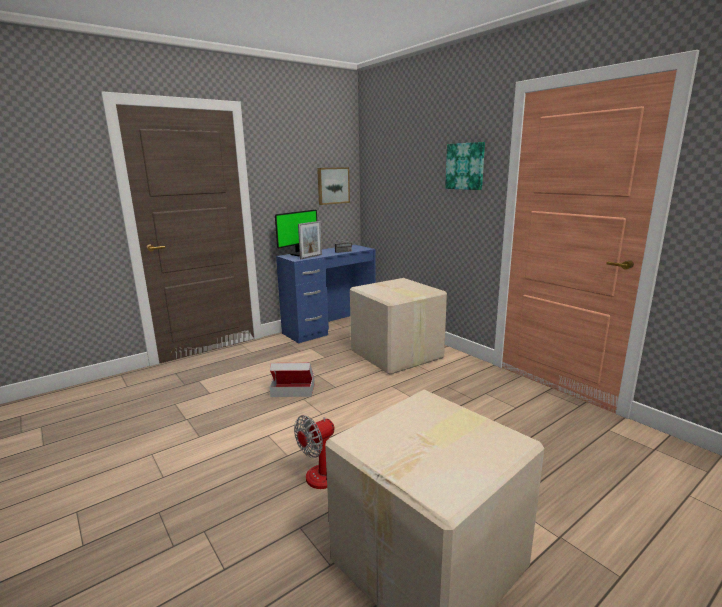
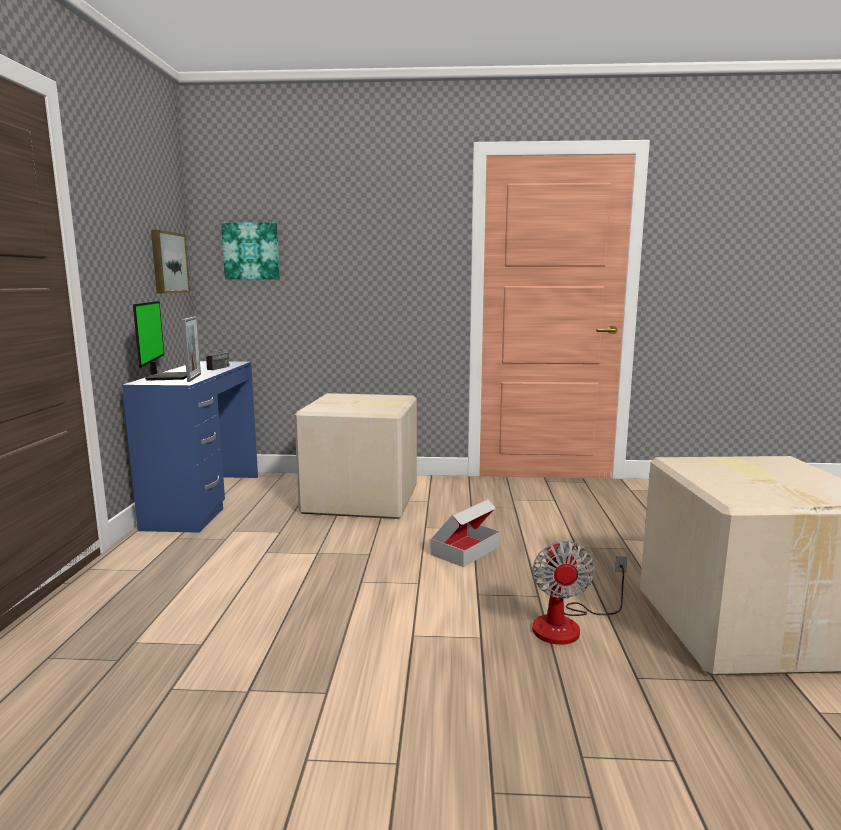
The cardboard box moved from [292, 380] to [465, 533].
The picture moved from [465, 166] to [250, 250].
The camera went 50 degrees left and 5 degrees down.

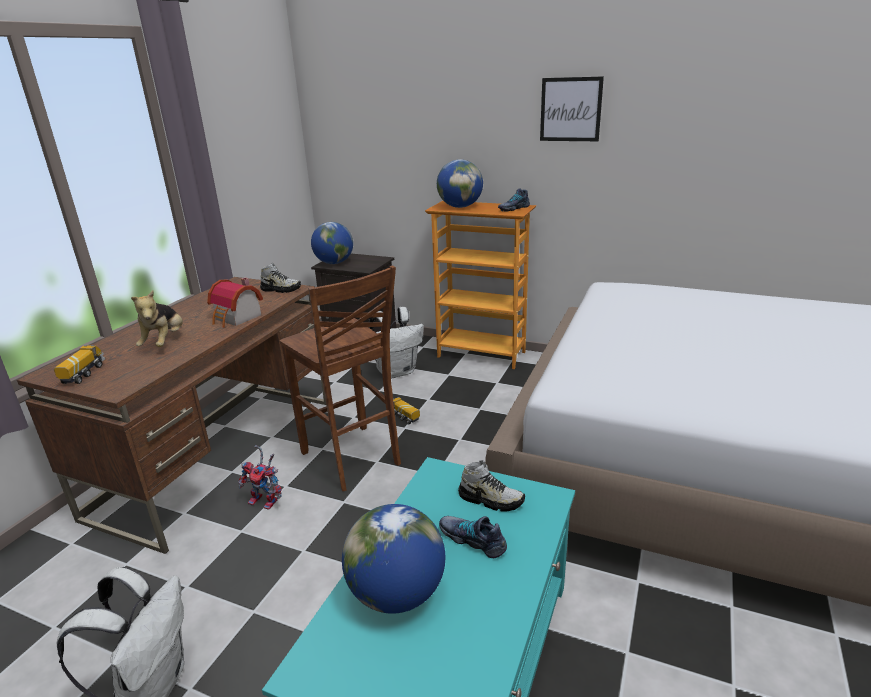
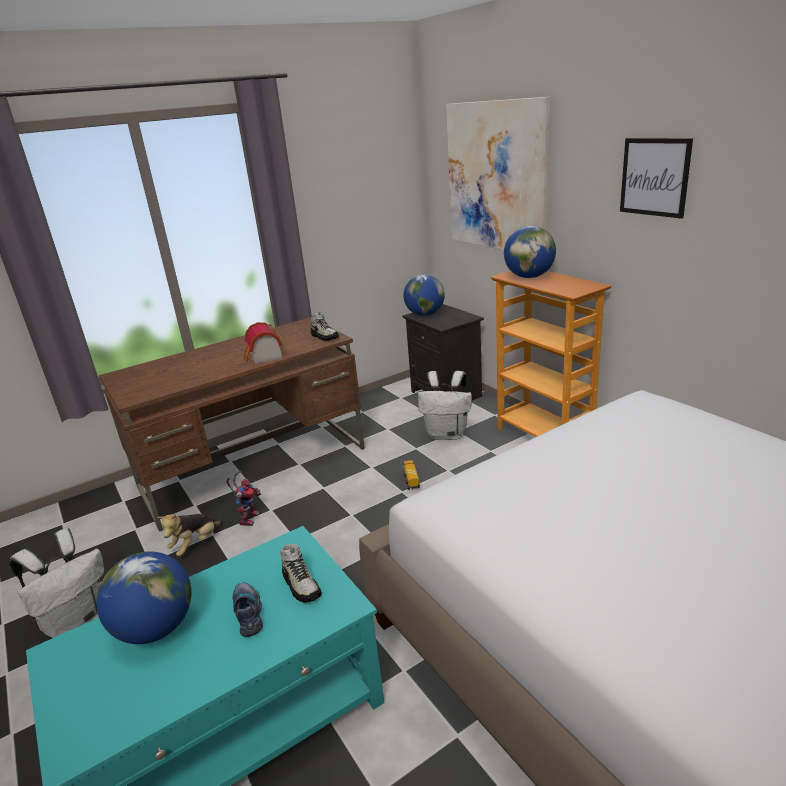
The toy truck at [79, 364] disappeared.
The plush toy moved from [157, 318] to [190, 535].
The toy robot at [260, 477] turned 135 degrees counterclockwise.
The stool/brown at [340, 378] disappeared.
The shoe at [514, 200] disappeared.
The picture at [498, 173] appeared.
The camera went 35 degrees right and 0 degrees up.

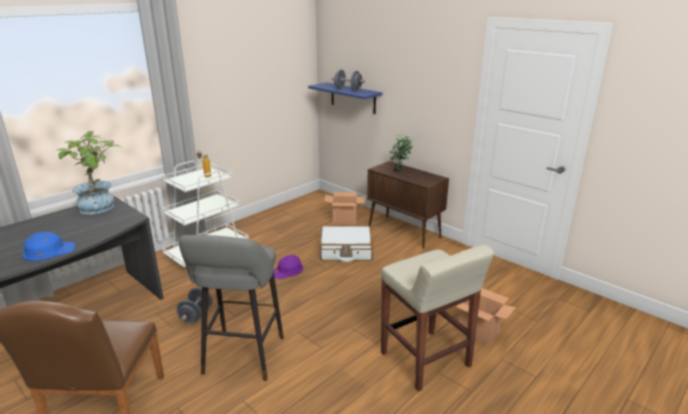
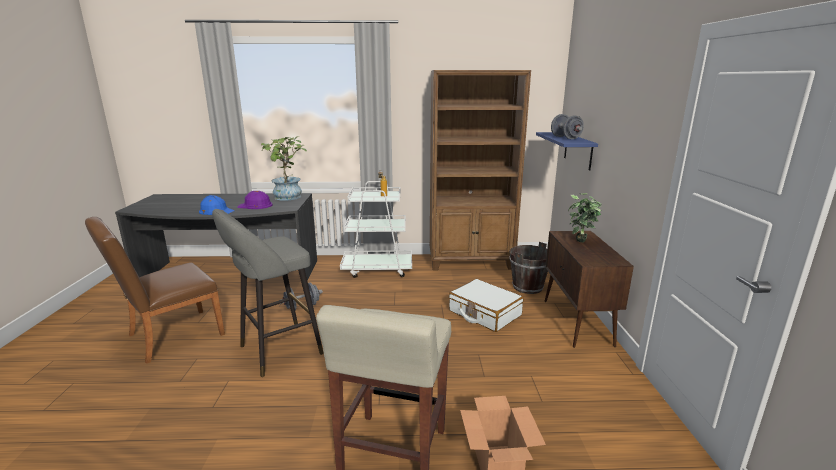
The hard hat/purple moved from [288, 267] to [255, 200].
The cardboard box at [344, 208] was replaced by the bucket/brown at [528, 268].
The bookcase/brown at [480, 170] appeared.
The camera went 45 degrees right and 5 degrees down.

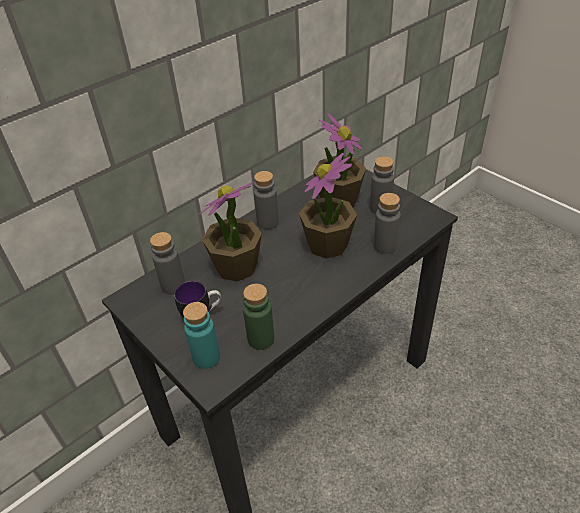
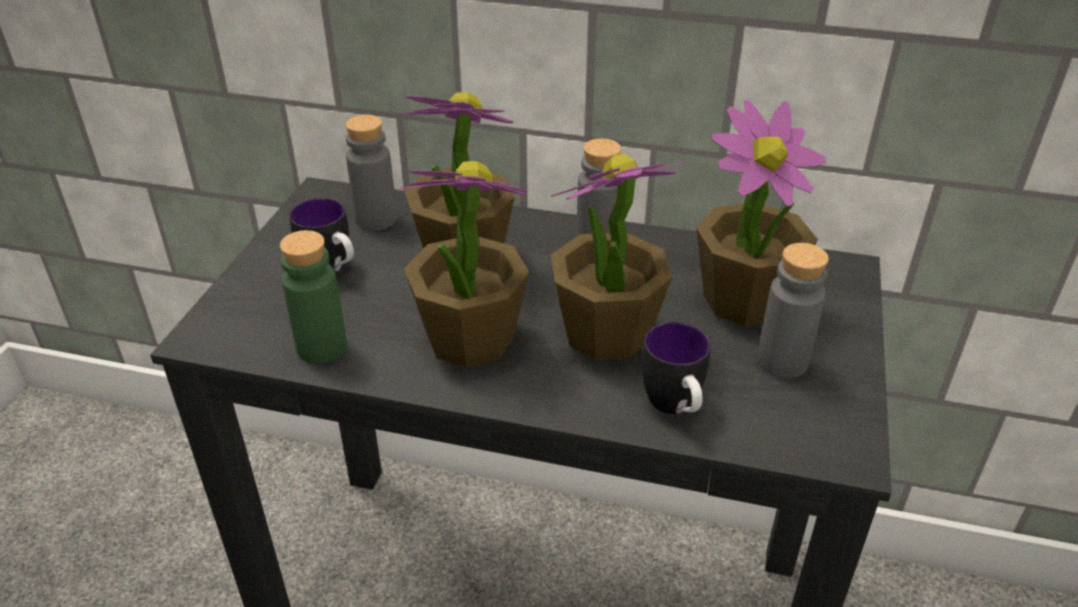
The bottle/turquoise at [201, 335] disappeared.
The bottle/grey at [387, 223] was replaced by the mug at [675, 368].
The potted plant at [464, 264] appeared.
The camera went 55 degrees right and 5 degrees down.

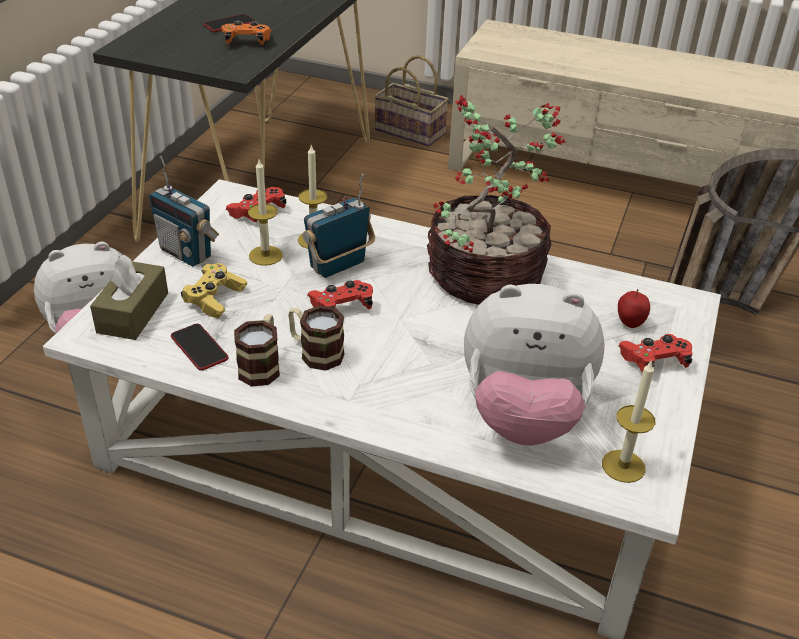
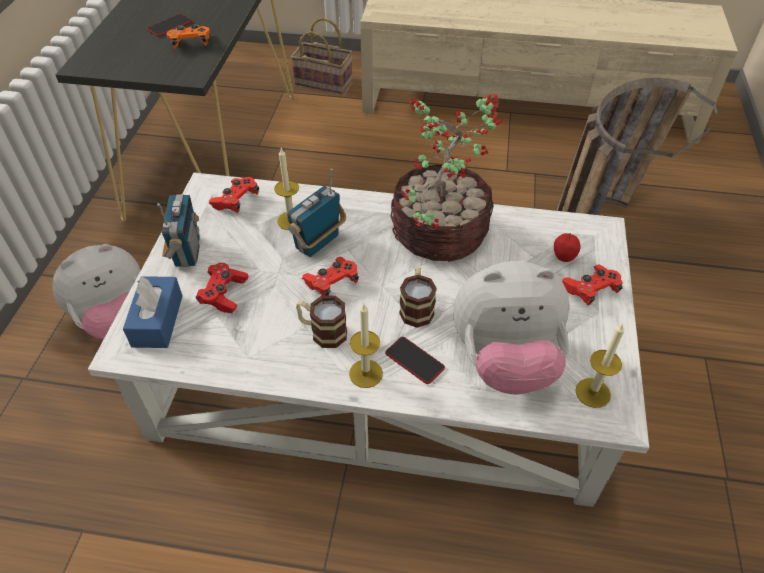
The tissue box/brown at [129, 297] became the tissue box/blue at [153, 312].
The radio at [184, 211] turned 120 degrees counterclockwise.
The phone moved from [200, 347] to [415, 360].
The game controller/yellow at [214, 290] became the game controller/red at [222, 288].
The mug moved from [257, 350] to [418, 297].
The candle moved from [265, 213] to [366, 346].
The camera went 10 degrees left and 10 degrees up.

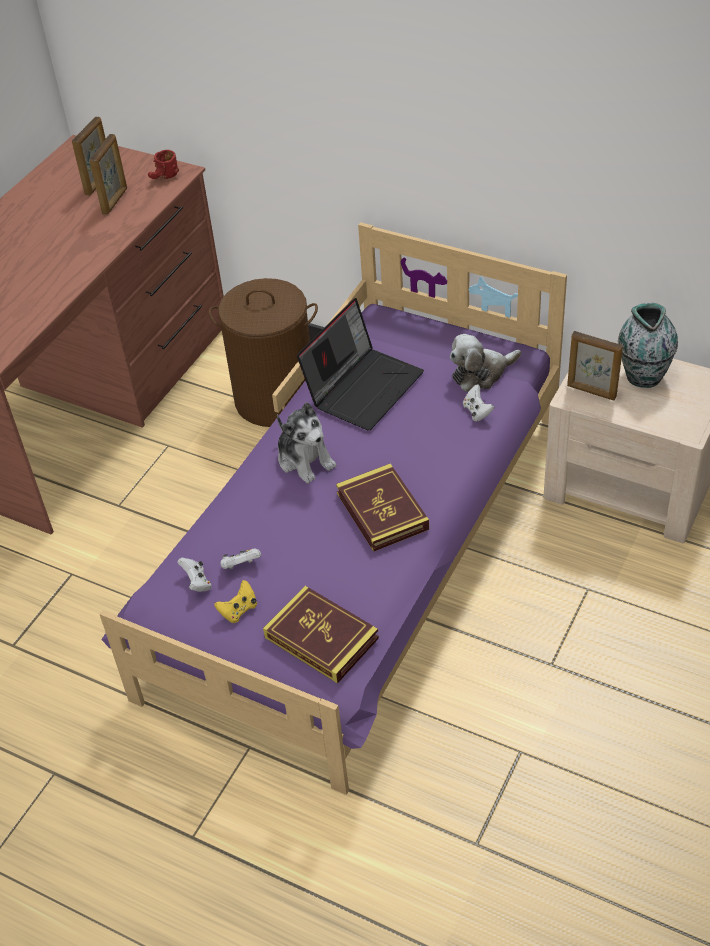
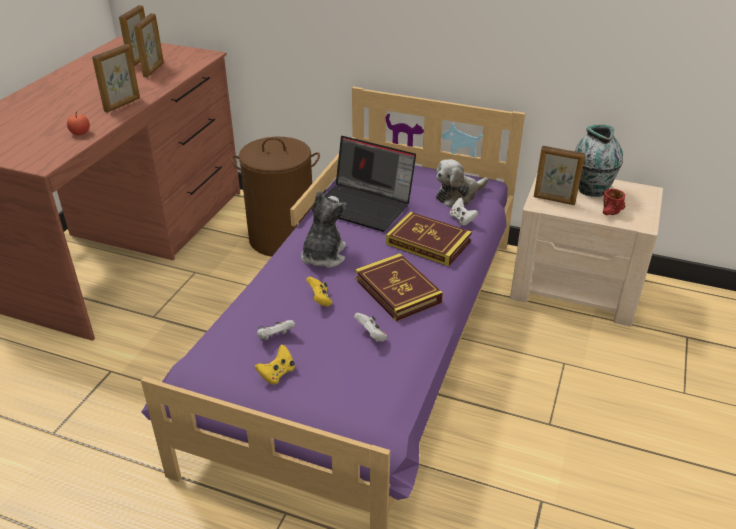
The mug/red moved from [163, 164] to [614, 202].
The game controller/white moved from [194, 575] to [370, 327].
The book moved from [321, 635] to [429, 239].
The plush toy at [307, 443] turned 120 degrees counterclockwise.
The laptop at [360, 364] turned 90 degrees clockwise.
The apple at [78, 123] appeared.
The picture frame at [116, 78] appeared.
The game controller/yellow at [319, 291] appeared.
The camera went 10 degrees left and 10 degrees down.

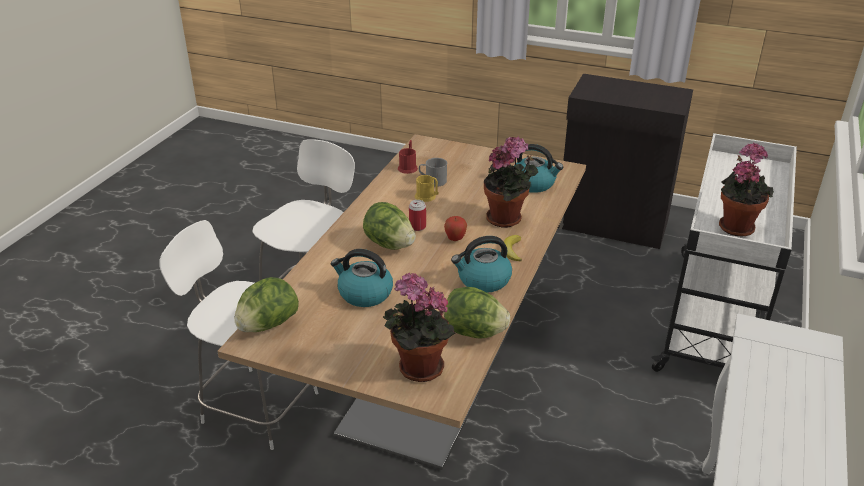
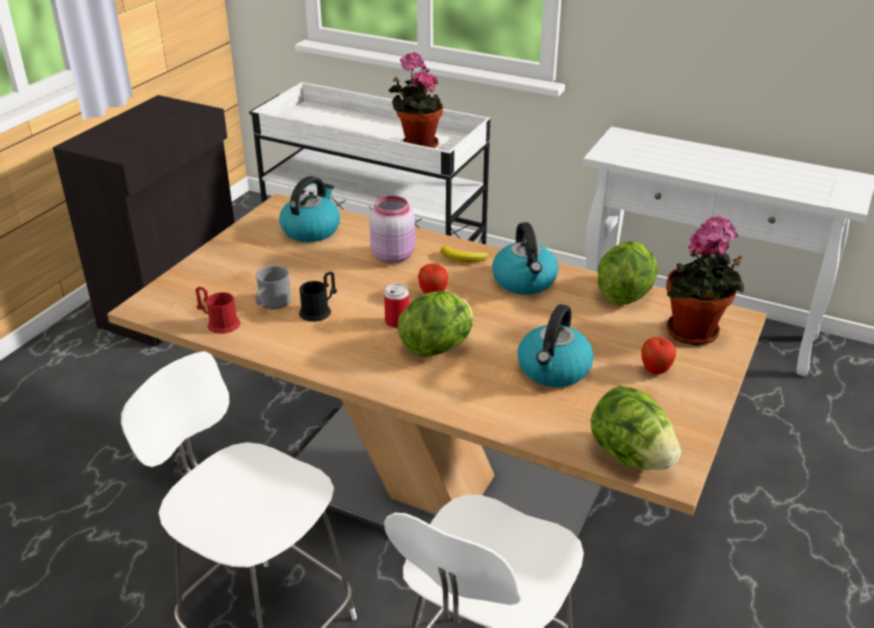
The mug/yellow at [427, 188] became the mug/black at [318, 296].
The potted plant at [511, 182] was replaced by the jar/pink at [392, 229].
The apple at [658, 355] appeared.
The camera went 85 degrees left and 0 degrees up.

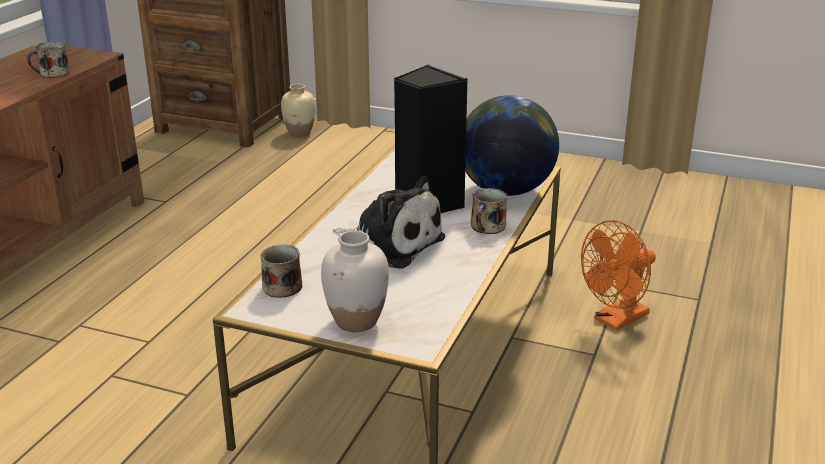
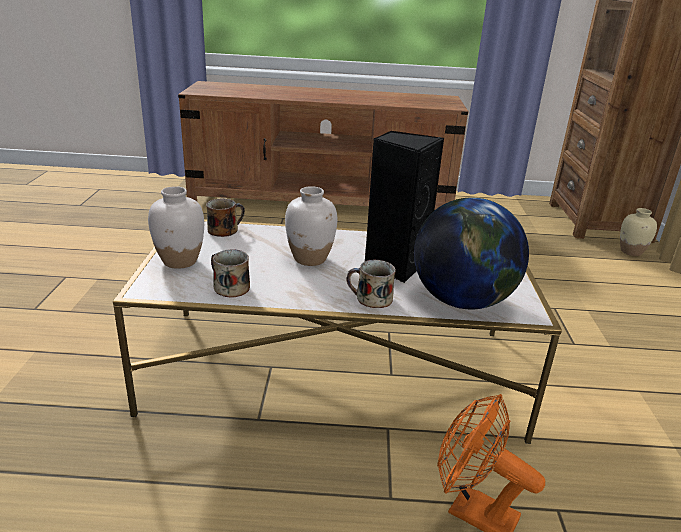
The mug moved from [48, 60] to [230, 273].
The plush toy at [389, 222] was replaced by the vase/white at [311, 226].
The camera went 70 degrees right and 0 degrees up.

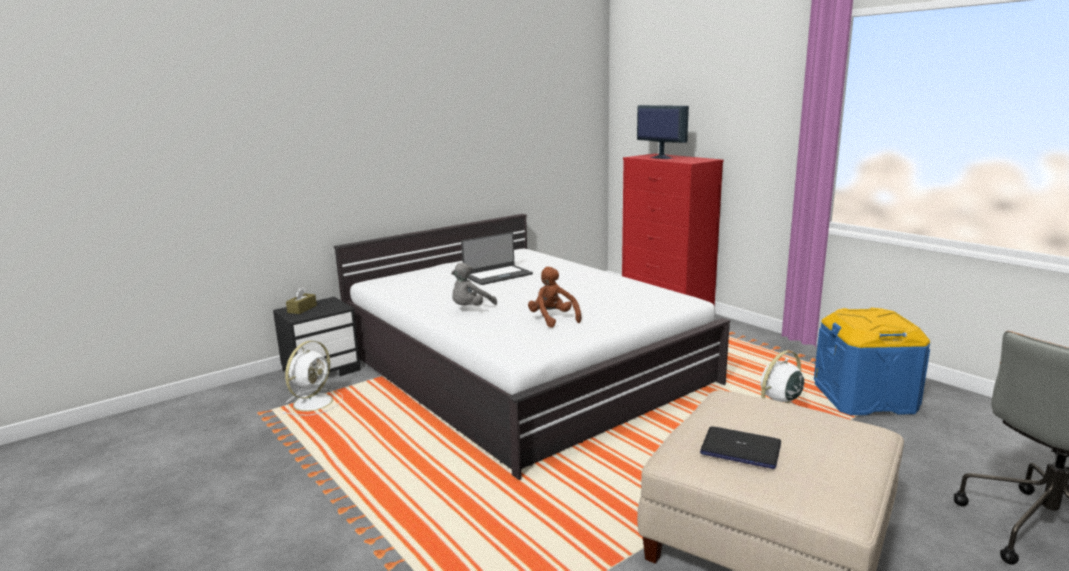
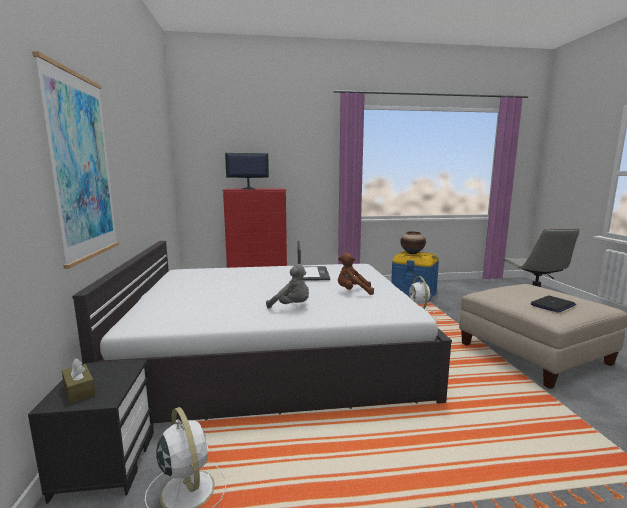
The plush toy/grey at [474, 284] turned 45 degrees counterclockwise.
The laptop moved from [497, 258] to [314, 261].
The picture at [75, 160] appeared.
The vase at [413, 243] appeared.
The camera went 60 degrees left and 5 degrees down.

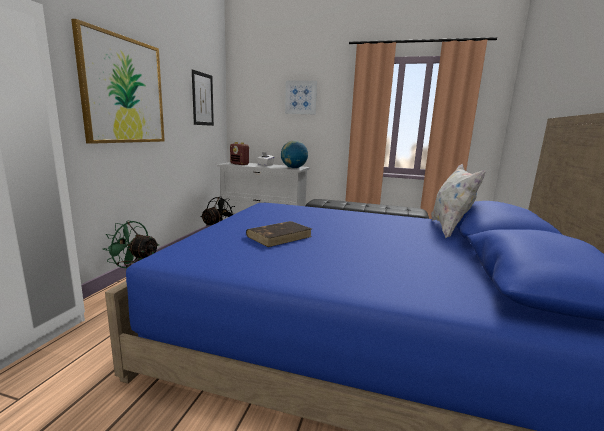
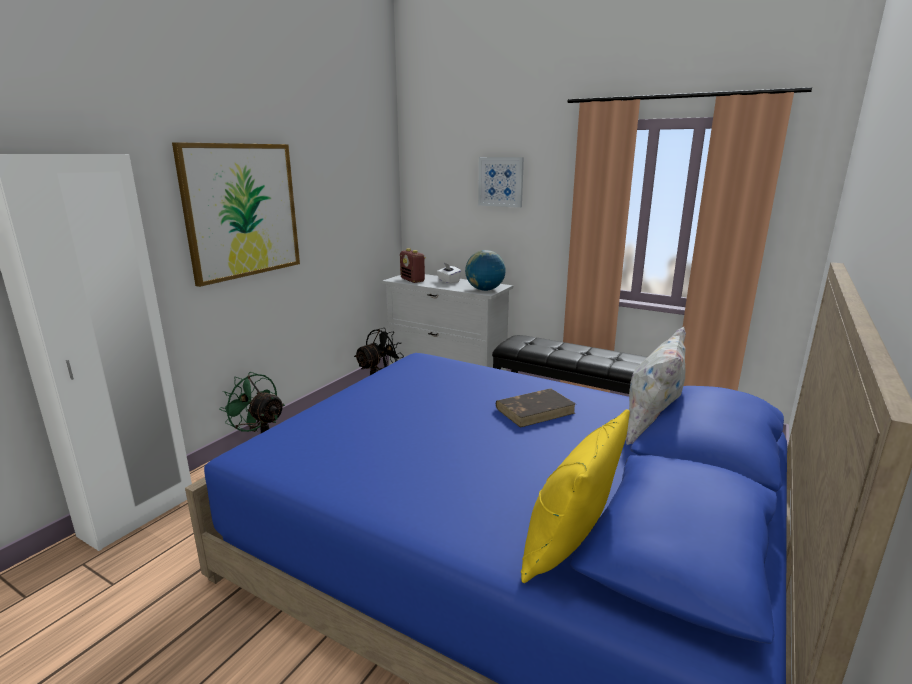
The picture at [203, 97] disappeared.
The book/brown moved from [279, 234] to [536, 408].
The pillow/yellow at [575, 496] appeared.
The camera went 15 degrees right and 5 degrees up.

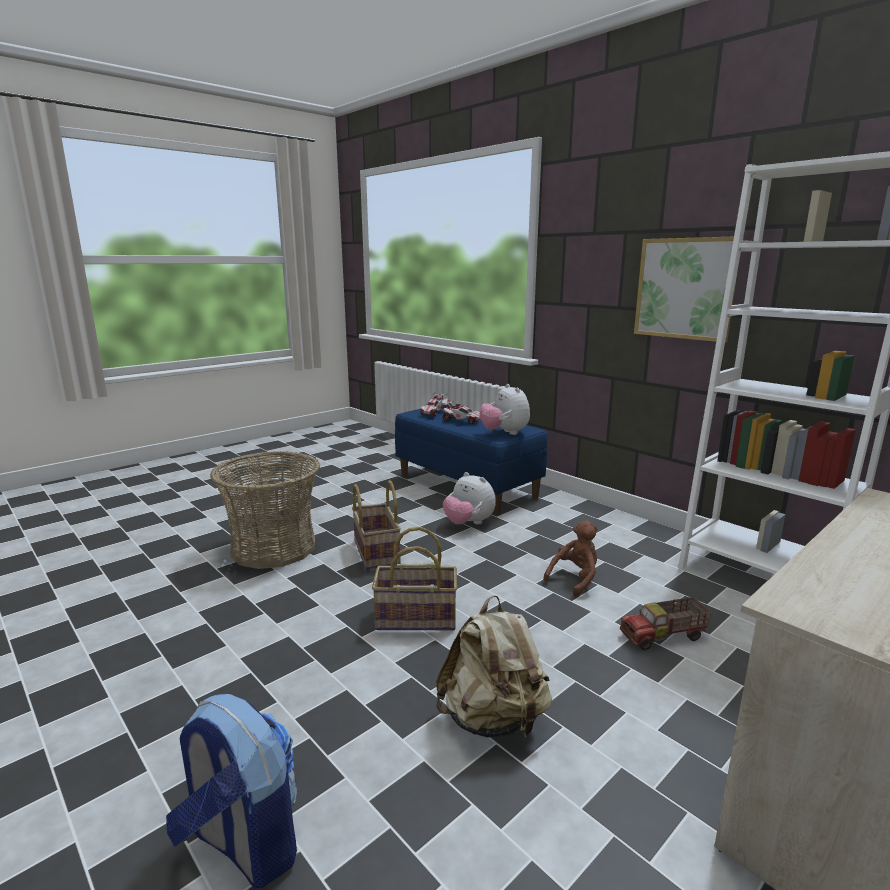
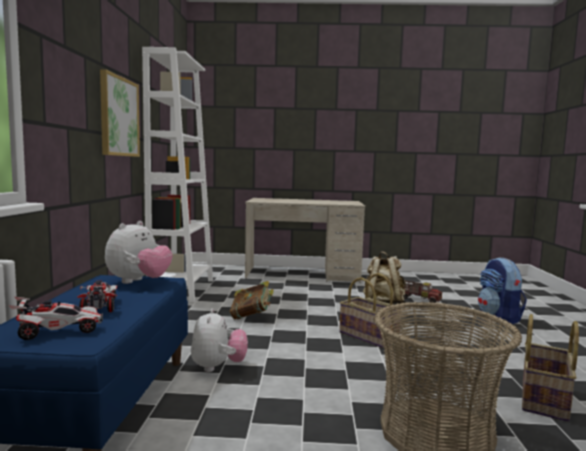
The basket moved from [376, 524] to [550, 368].
The plush toy/brown at [570, 558] was replaced by the book at [252, 300].
The toy truck moved from [666, 623] to [422, 291].
The camera went 135 degrees left and 10 degrees down.

